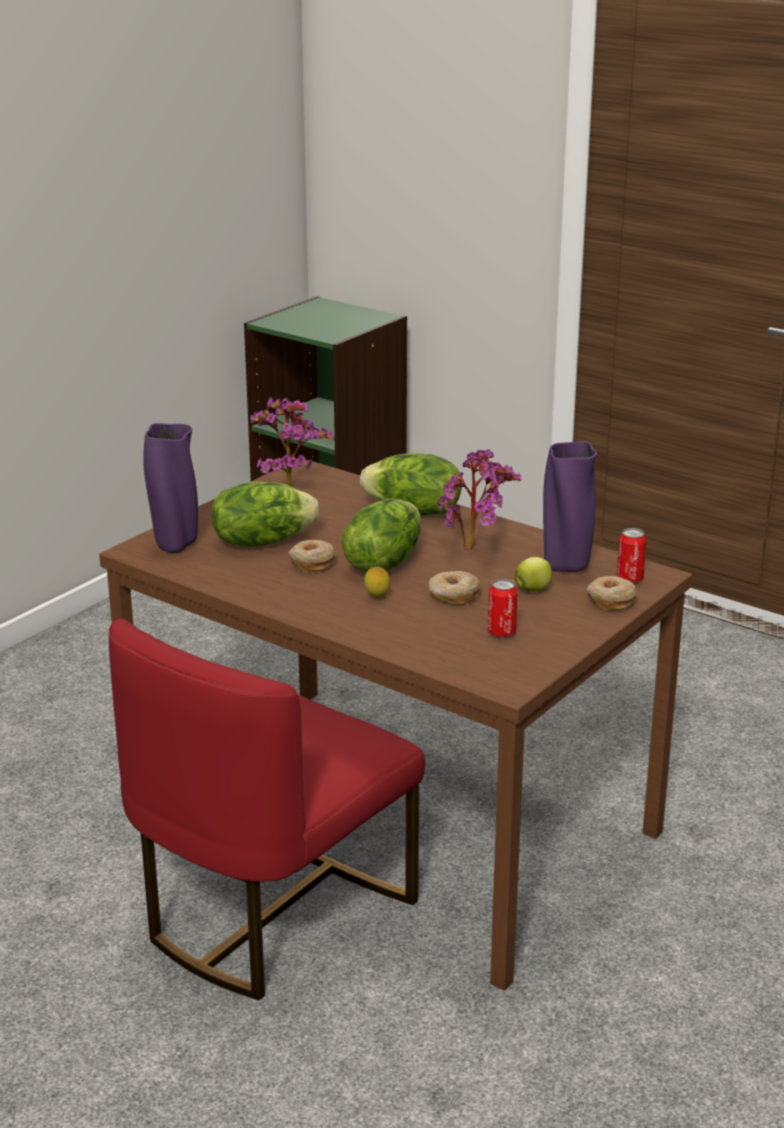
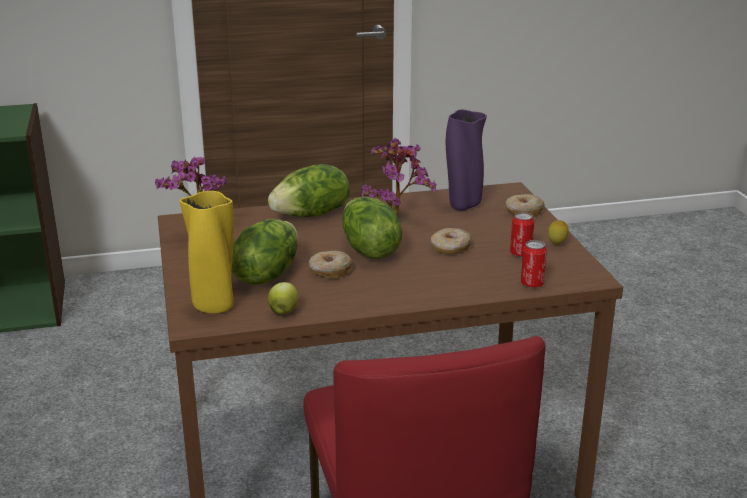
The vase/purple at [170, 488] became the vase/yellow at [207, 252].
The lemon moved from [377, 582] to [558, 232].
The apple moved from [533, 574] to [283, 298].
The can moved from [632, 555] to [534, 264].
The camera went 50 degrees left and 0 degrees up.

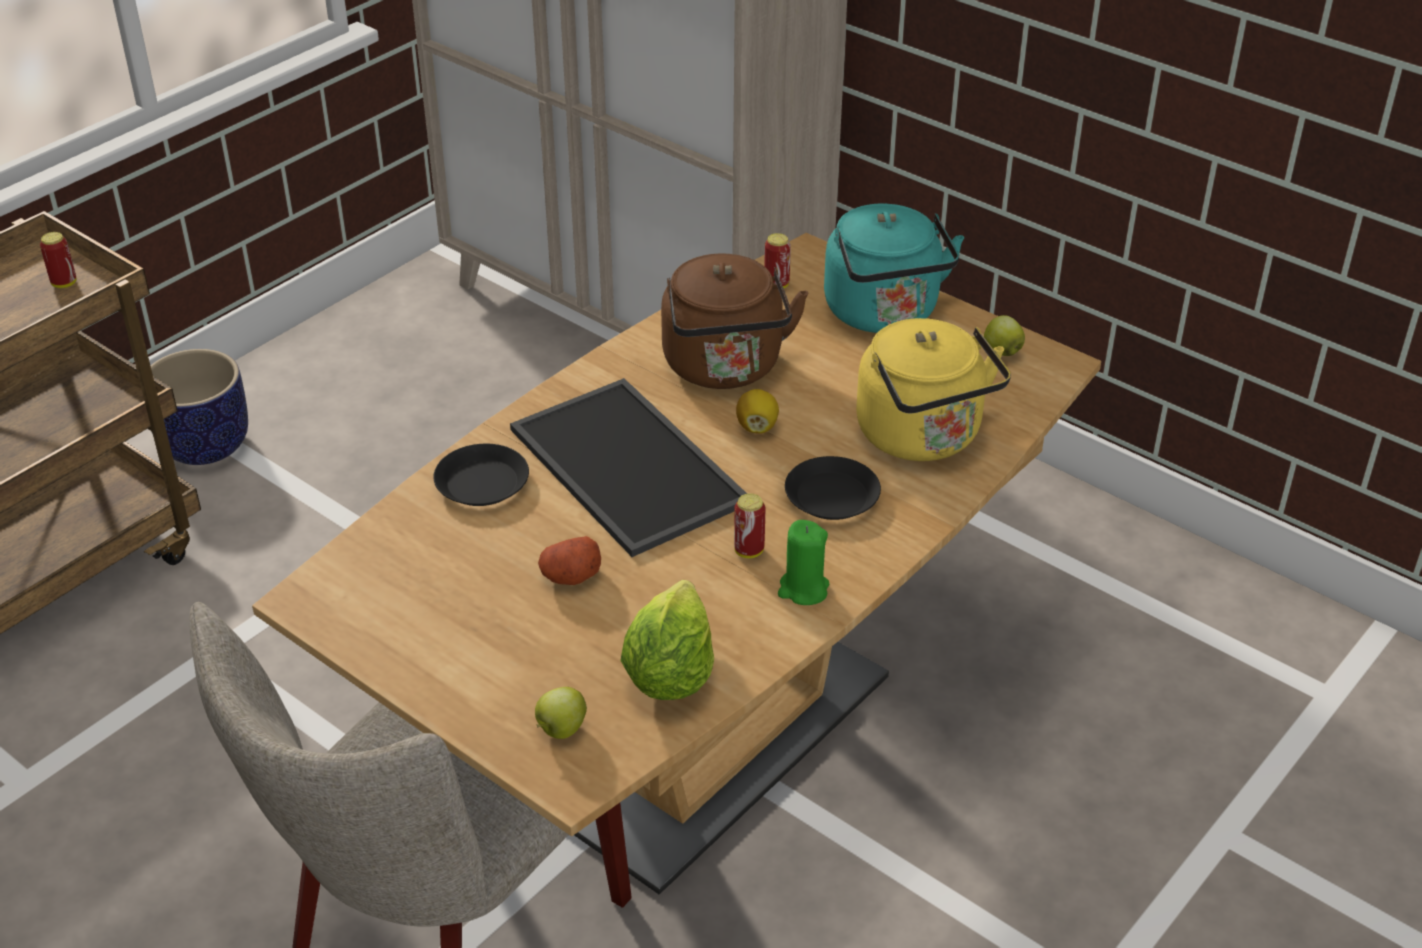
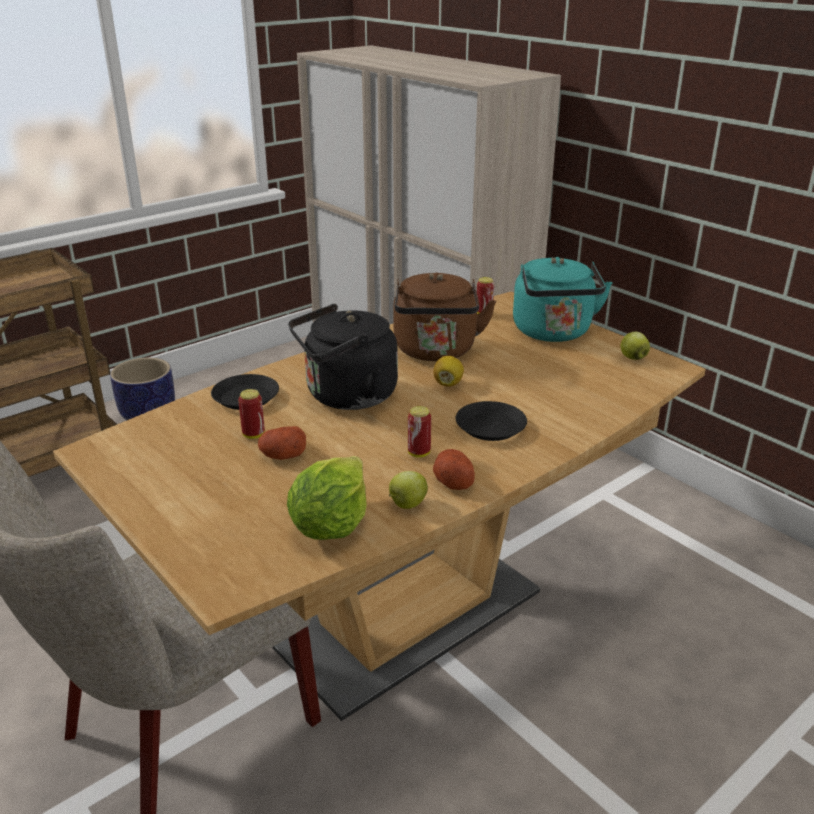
The can moved from [58, 260] to [251, 414].
The tray at [628, 467] was replaced by the kettle/black at [343, 357].
The apple moved from [561, 713] to [408, 490].
The candle/green at [803, 562] was replaced by the potato at [454, 469].
The kettle/yellow at [933, 389] disappeared.
The camera went 10 degrees right and 10 degrees down.

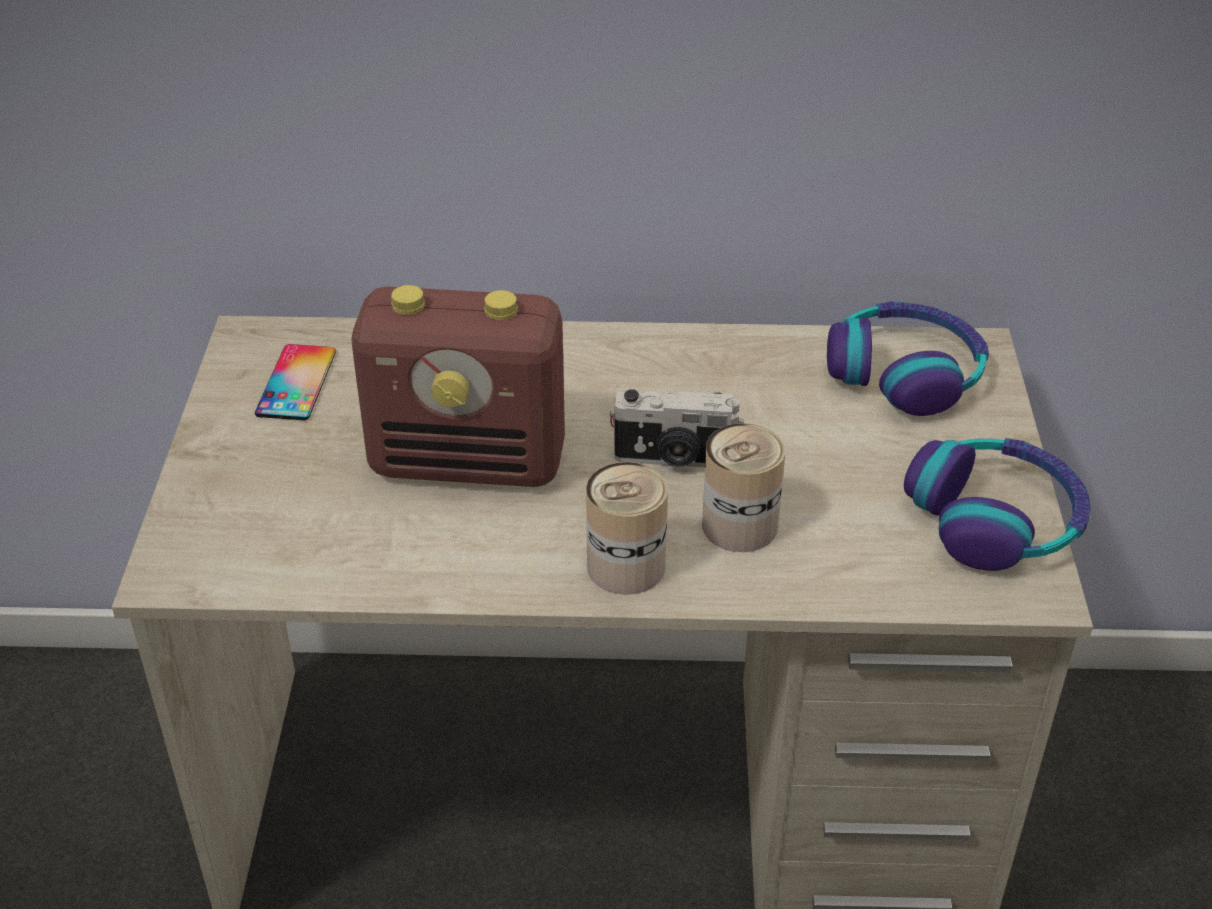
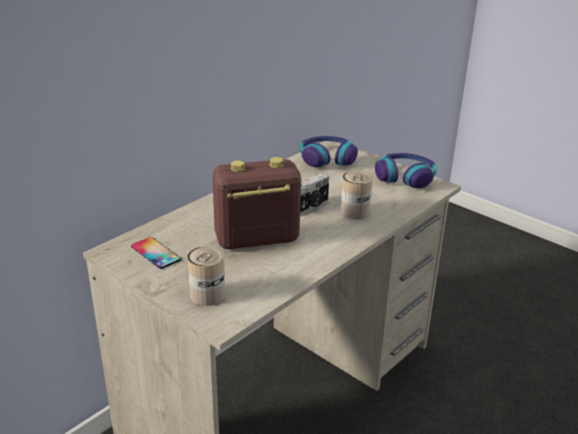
The radio at [458, 386] turned 150 degrees counterclockwise.
The can moved from [627, 528] to [206, 276].
The camera went 50 degrees left and 10 degrees down.

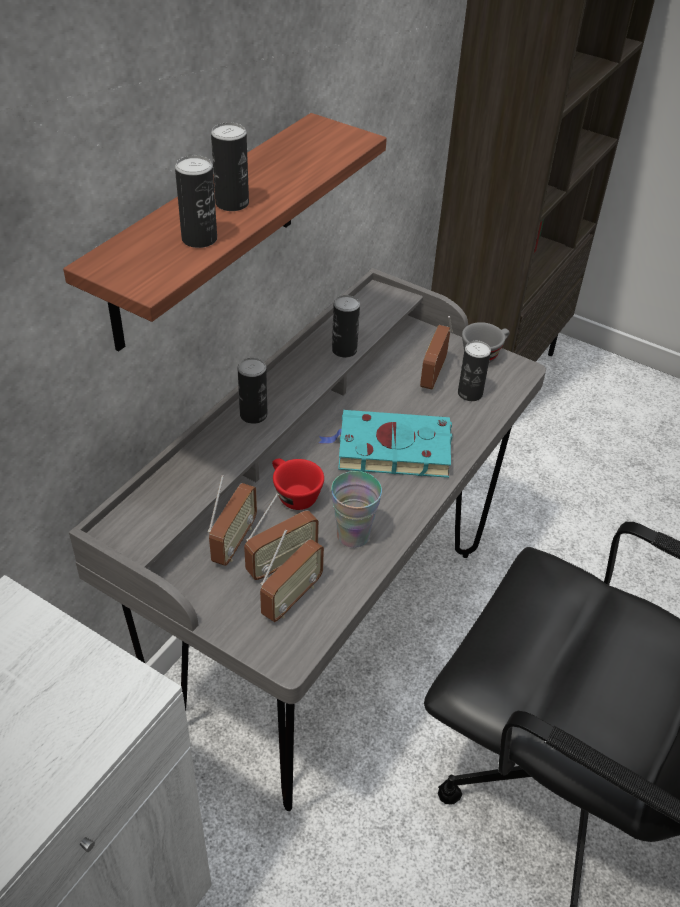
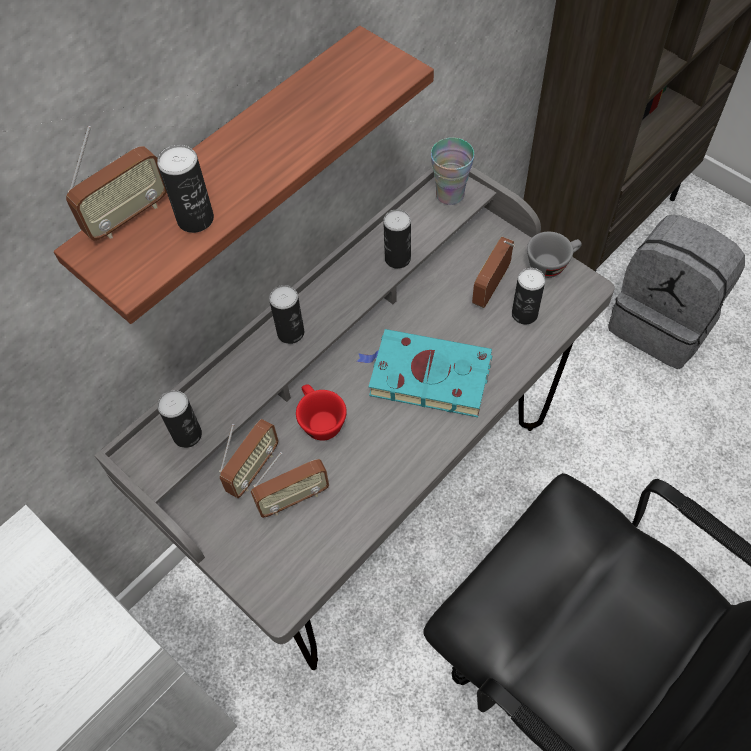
The can moved from [230, 167] to [179, 419].
The radio moved from [292, 576] to [116, 183].
The cup moved from [356, 509] to [452, 171].
The backpack/grey at [676, 292] appeared.
The camera went 15 degrees right and 15 degrees up.

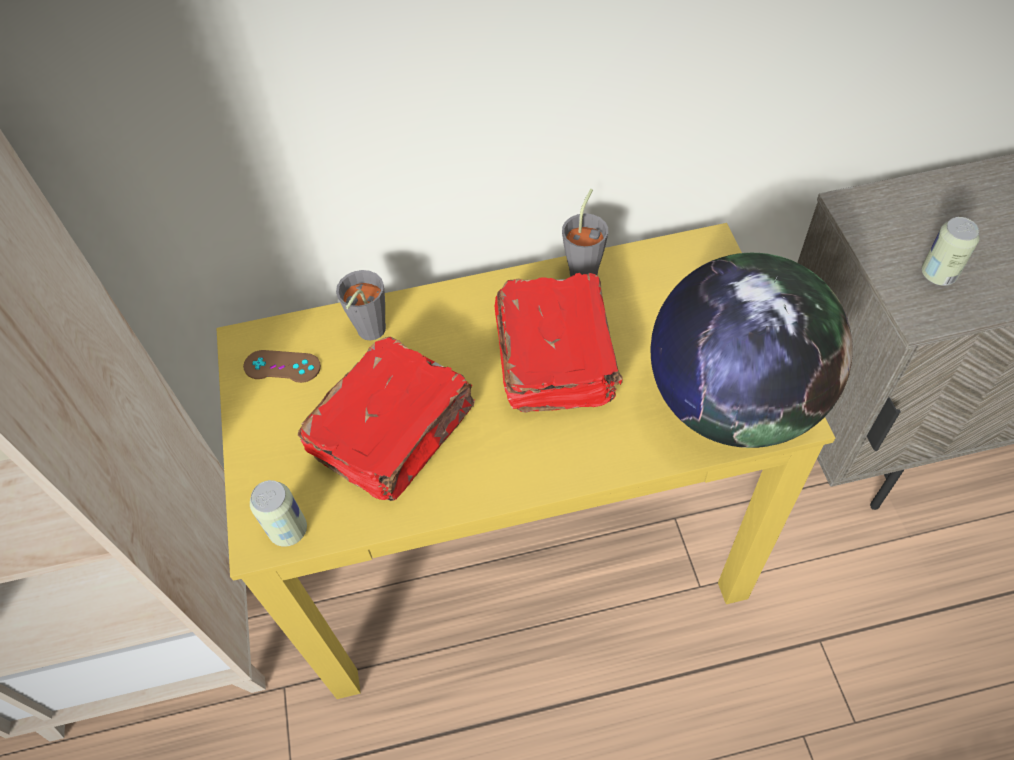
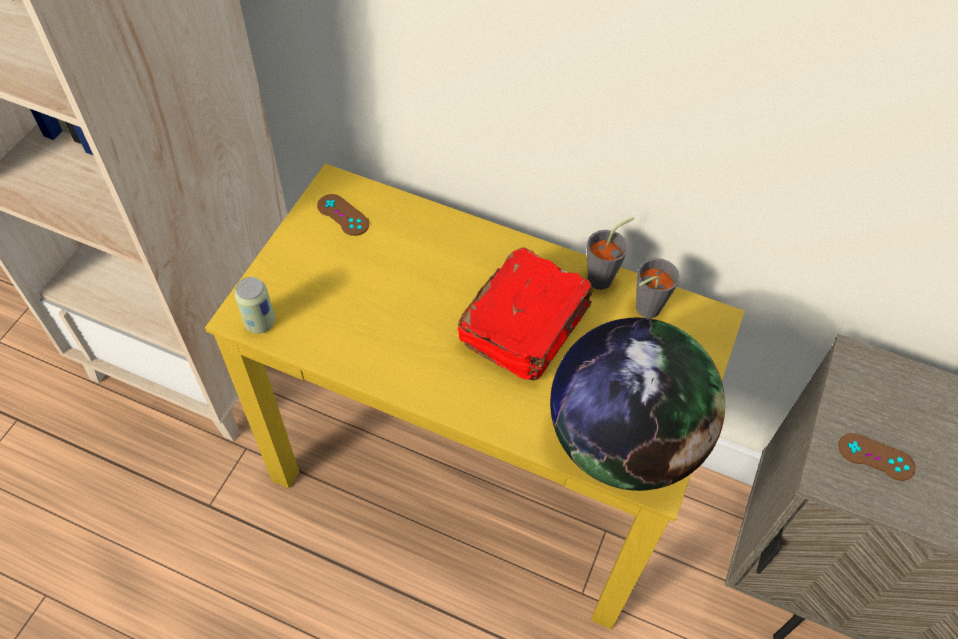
The book/red at [386, 419] disappeared.
The cup/grey moved from [361, 305] to [658, 288].
The can at [950, 251] was replaced by the game controller/brown at [877, 457].
The camera went 30 degrees right and 0 degrees up.

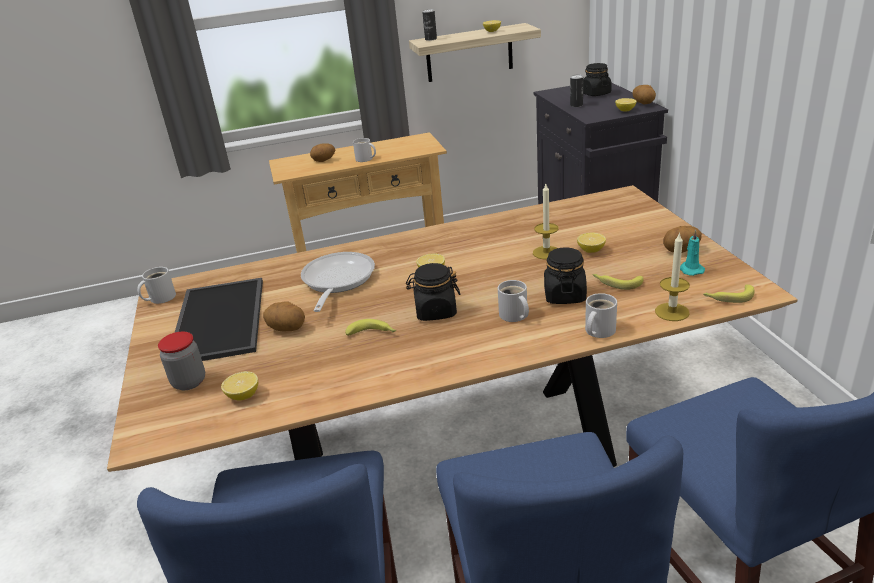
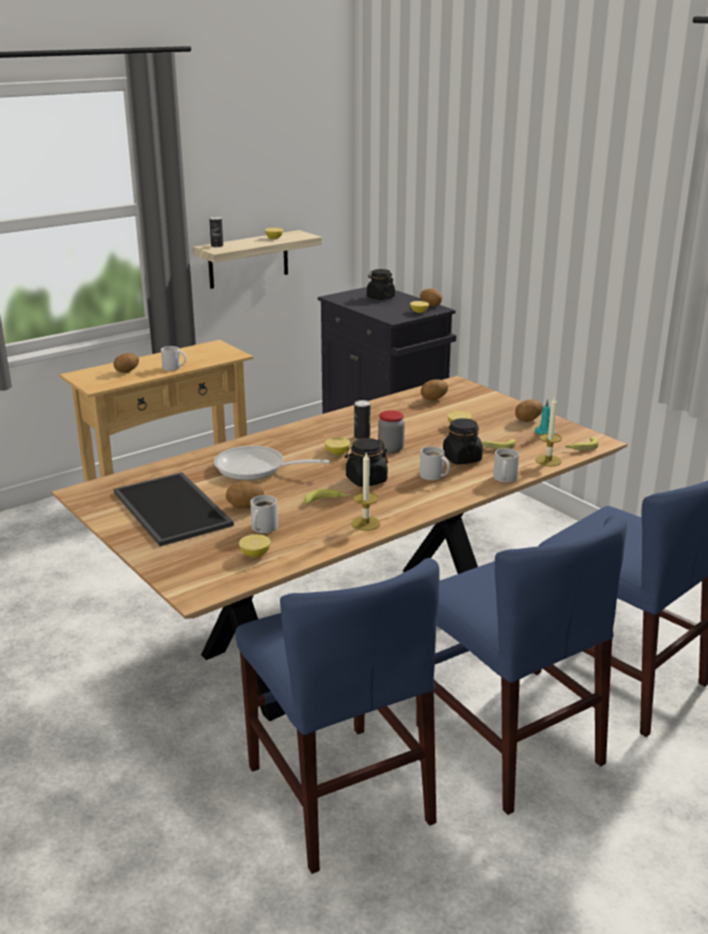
The mug/white moved from [156, 285] to [264, 514].
The jar moved from [181, 361] to [391, 431].
The frying pan at [338, 282] turned 60 degrees counterclockwise.
The candle moved from [545, 221] to [366, 492].
The can moved from [576, 90] to [362, 419].
The potato at [434, 390] appeared.
The camera went 25 degrees left and 5 degrees down.

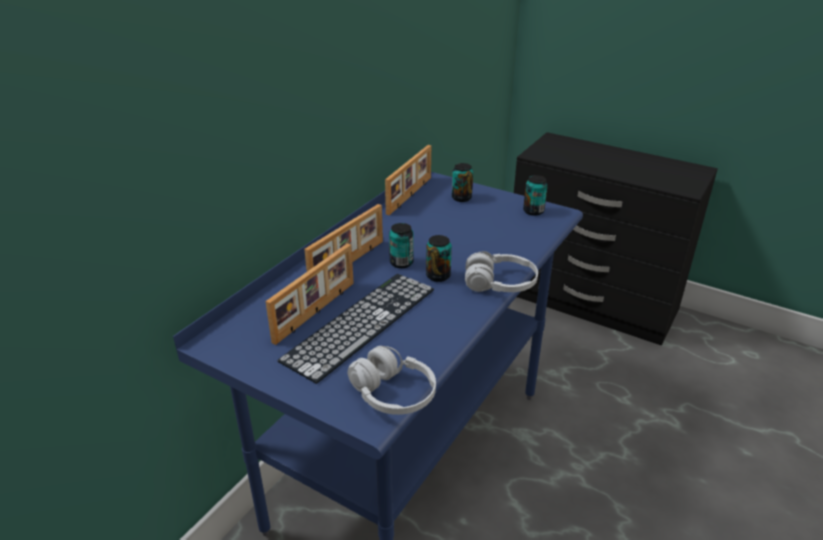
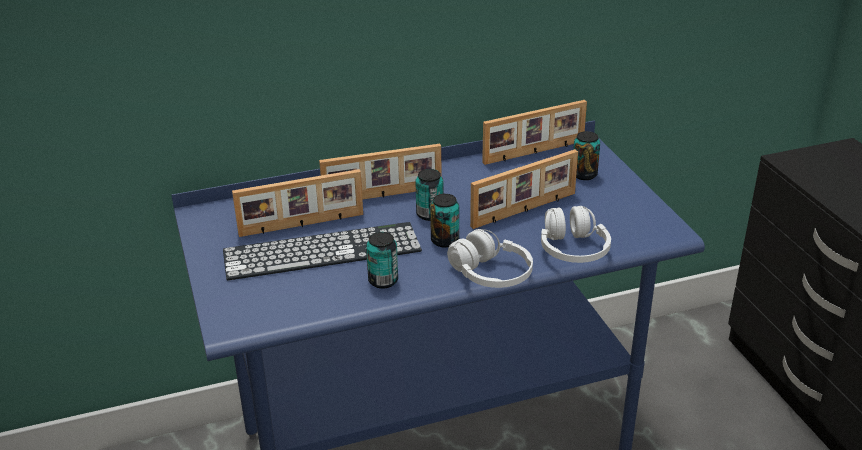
The headphones/white moved from [392, 380] to [576, 234].
The can moved from [535, 195] to [382, 260].
The picture frame at [524, 189] appeared.
The camera went 40 degrees right and 0 degrees up.

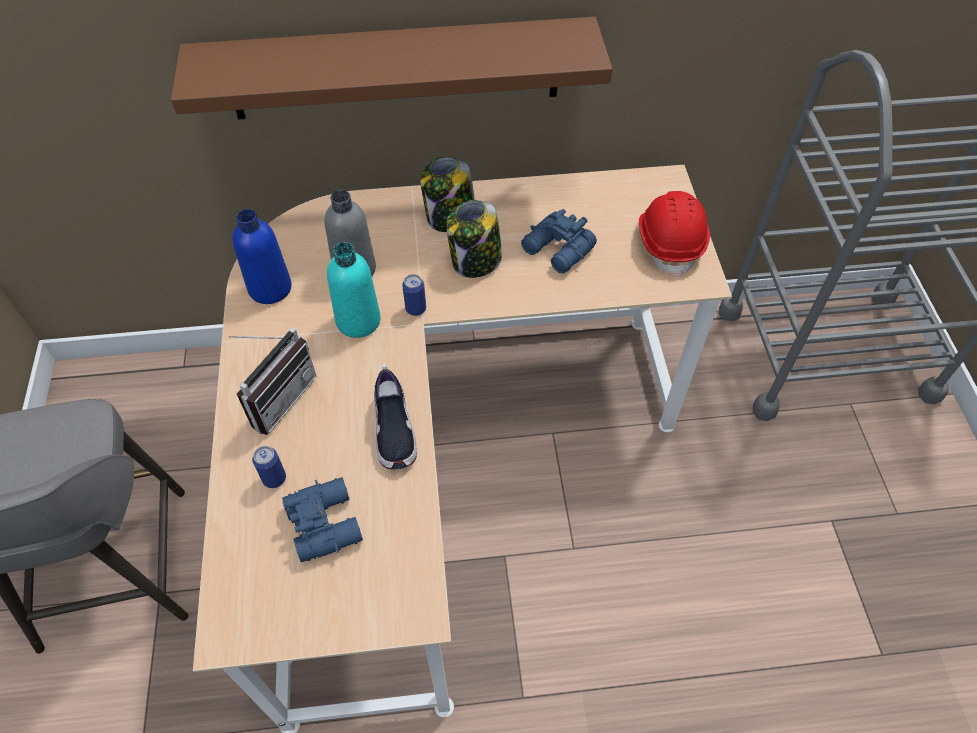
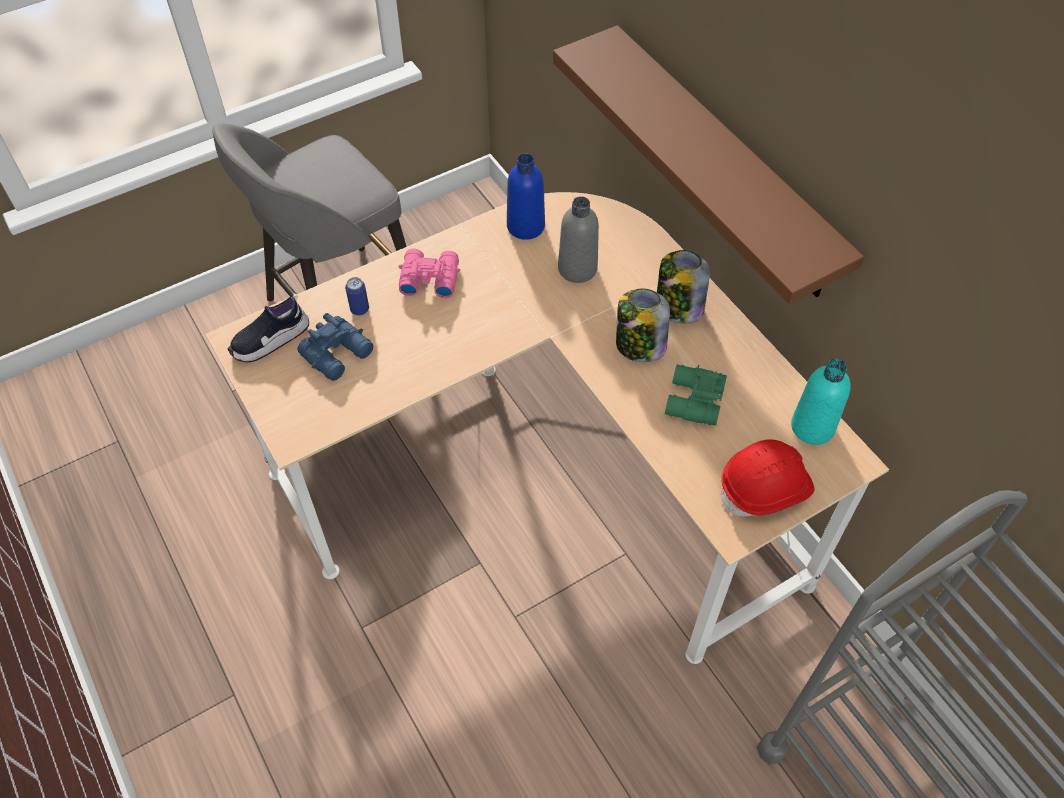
The radio at [273, 381] was replaced by the binoculars/pink at [429, 273].
The bottle/turquoise moved from [354, 290] to [821, 402].
The shoe moved from [395, 416] to [268, 328].
The can at [414, 295] disappeared.
The binoculars/blue at [559, 241] became the binoculars/green at [696, 395].
The camera went 65 degrees right and 0 degrees up.

